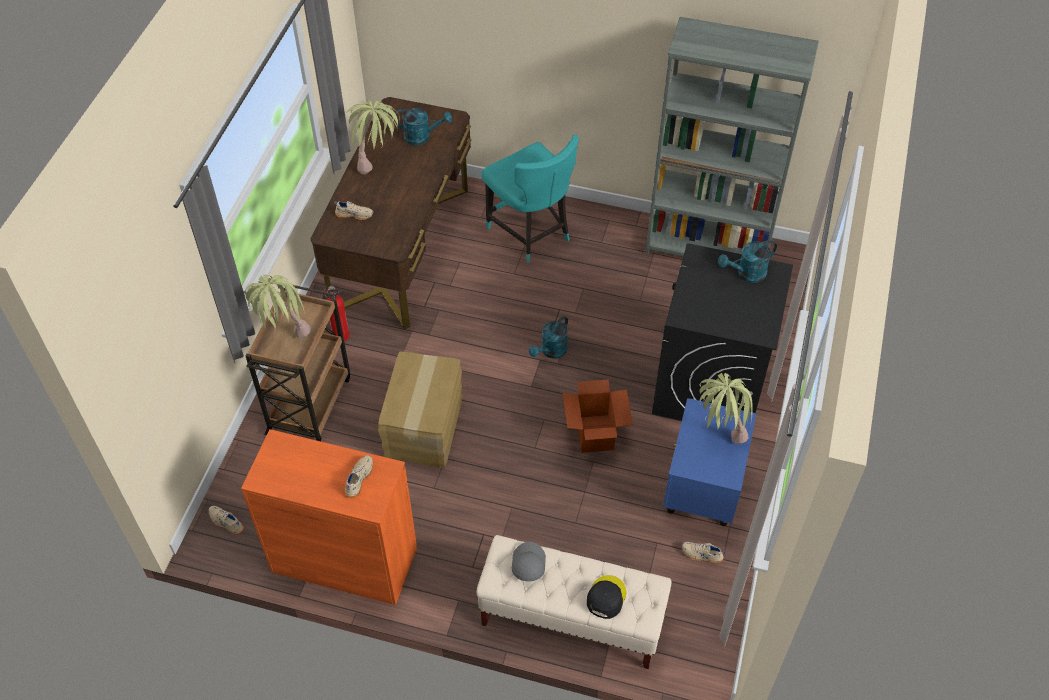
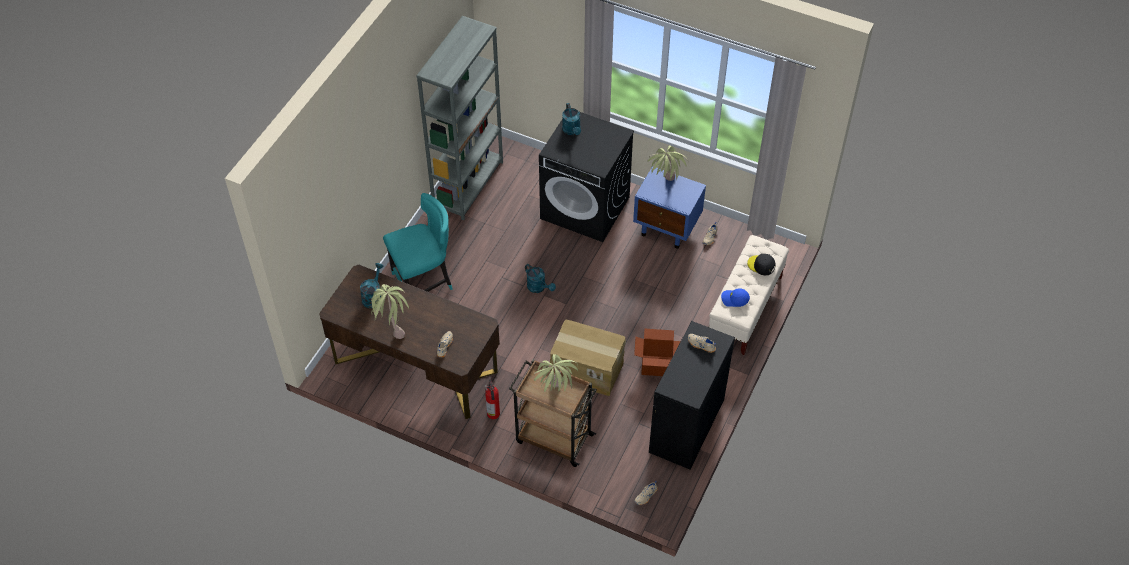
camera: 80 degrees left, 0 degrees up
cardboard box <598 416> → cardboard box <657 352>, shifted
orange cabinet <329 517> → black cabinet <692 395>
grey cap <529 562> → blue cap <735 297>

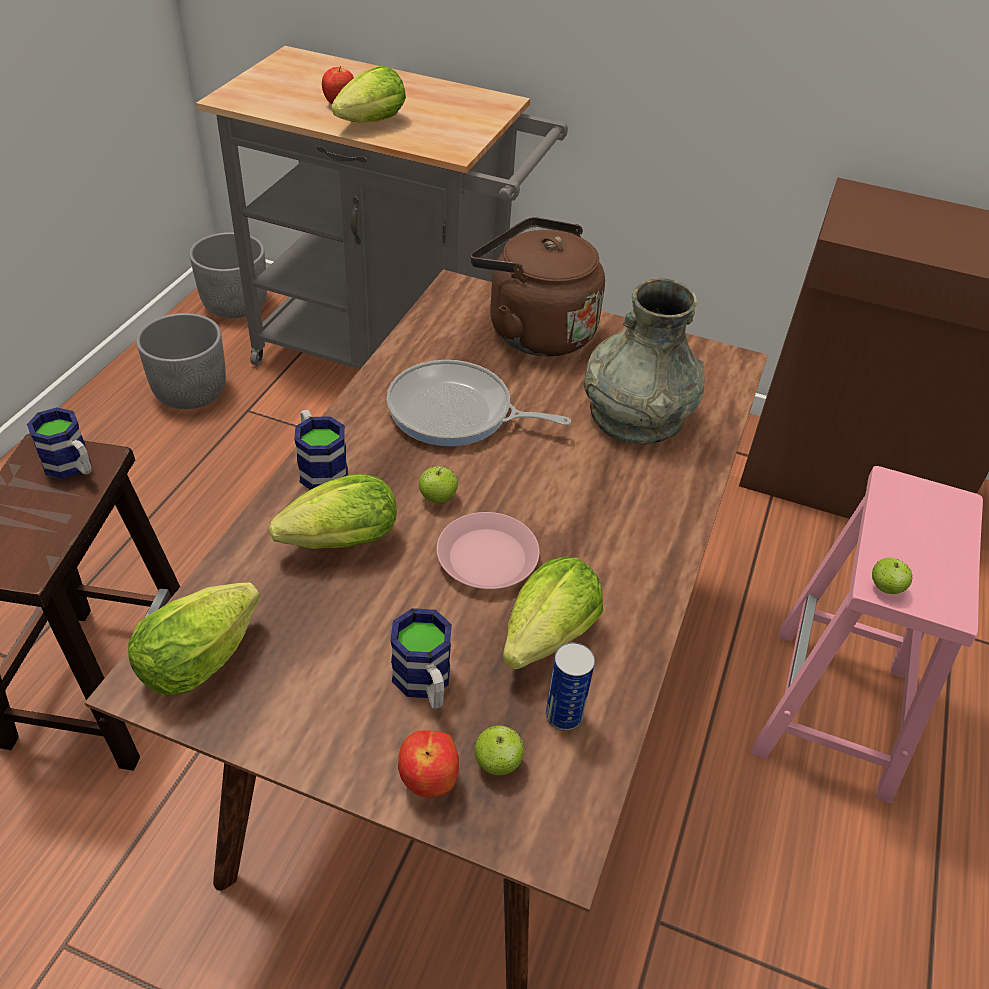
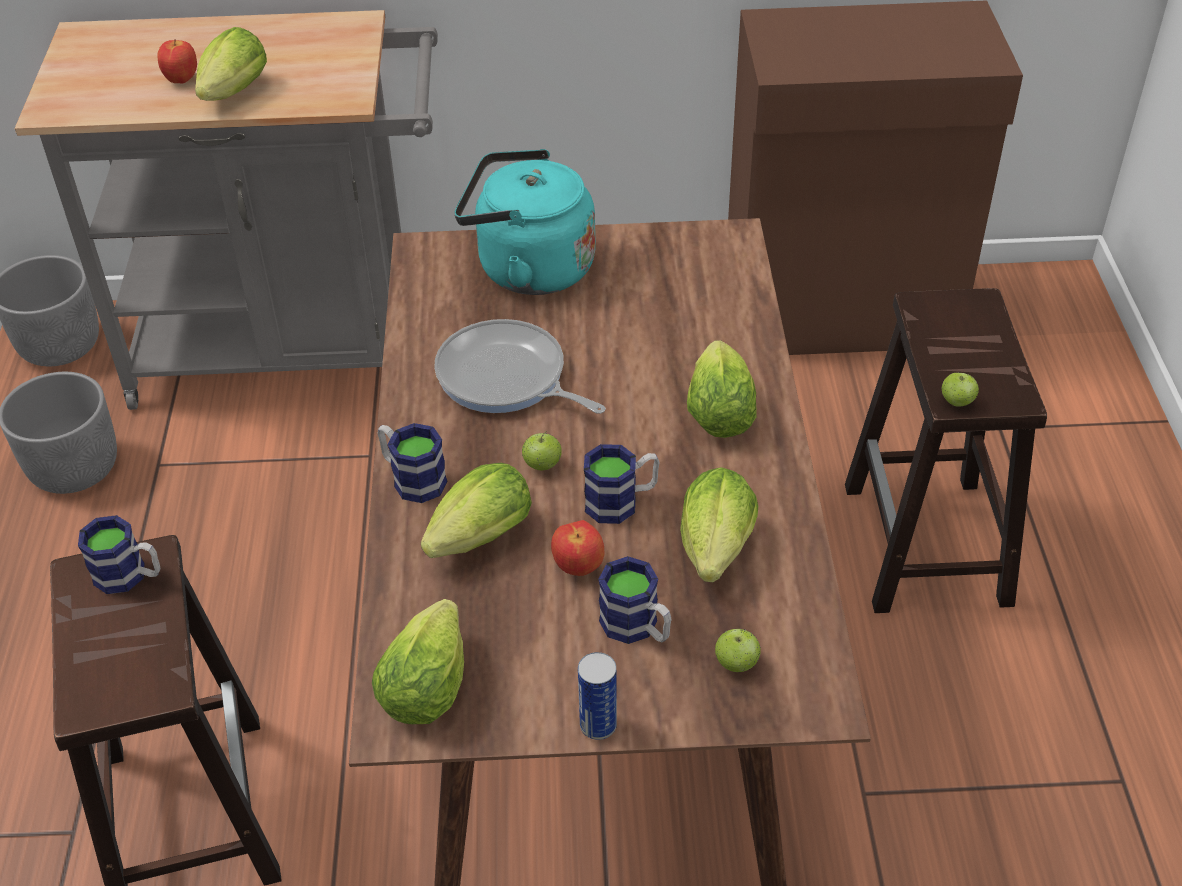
camera: 20 degrees left, 0 degrees up
frying pan <479 403> → frying pan <520 366>, 45 degrees clockwise
brown kettle <538 286> → turquoise kettle <525 222>
apple <428 764> → apple <578 548>, shifted
can <570 687> → can <597 696>, shifted
pink plate <488 550> → mug <621 484>
- → lettuce <721 389>
pink stool <867 634> → brown stool <946 450>
grey vase <644 361> → -

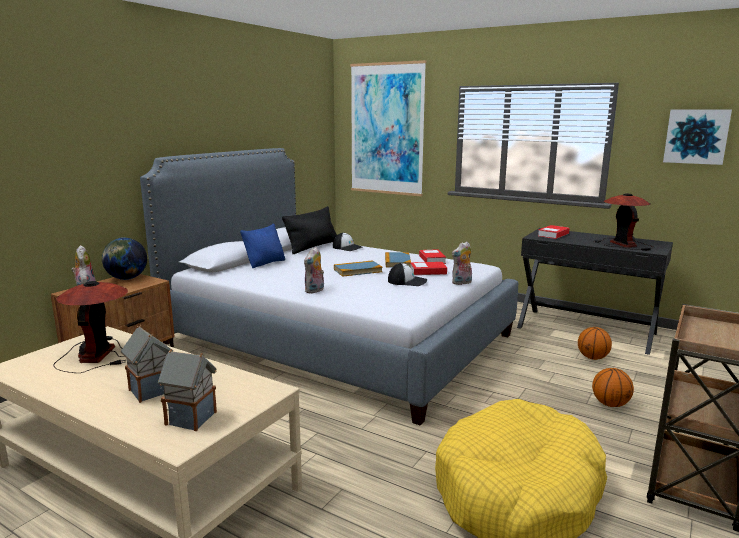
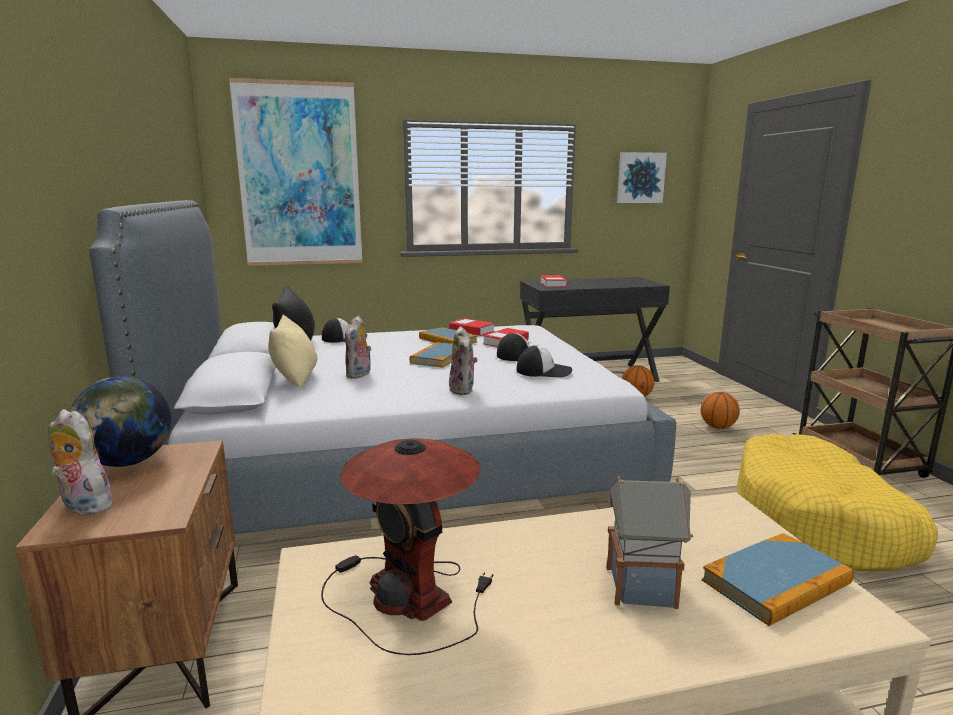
camera: 45 degrees left, 0 degrees up
blue pillow <262 245> → beige pillow <293 351>
plush toy <462 263> → plush toy <358 347>, shifted
- → cap <544 361>
toy house <187 390> → book <778 579>
table lamp <624 222> → -

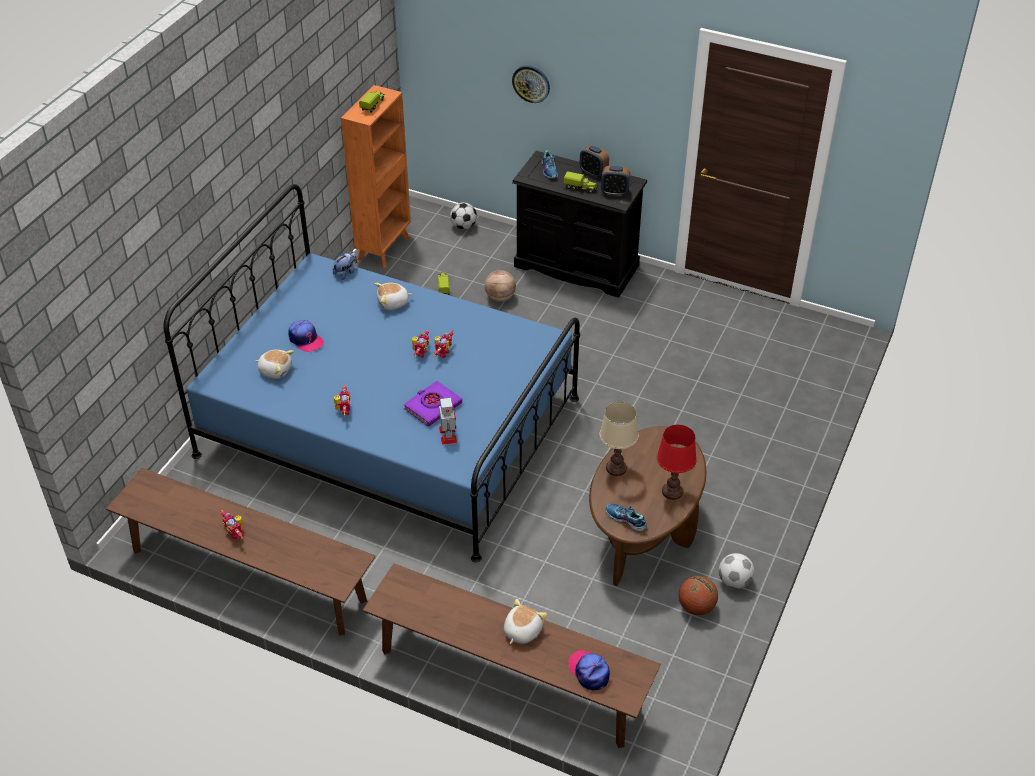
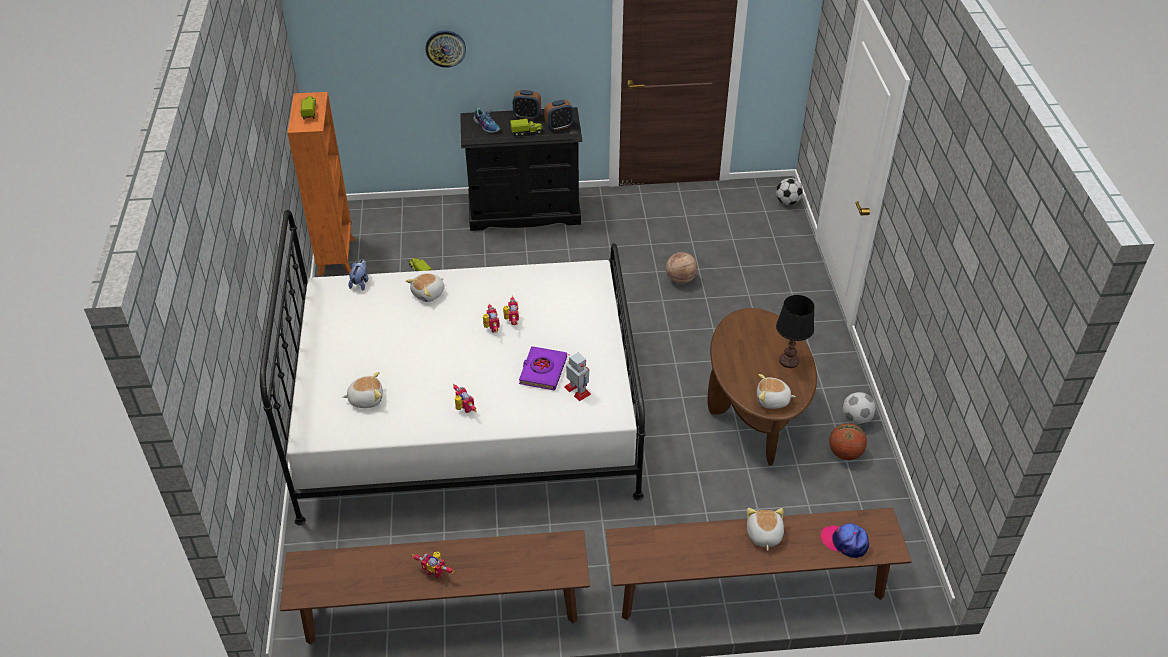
camera: 30 degrees left, 0 degrees up
blue bed <372 373> → white bed <453 367>
basketball <500 286> → basketball <682 268>, shifted
shoe <626 518> → plush toy <776 391>
football <463 215> → football <789 191>, shifted
red table lamp <677 462> → black table lamp <795 331>
cap <306 336> → -
beige table lamp <619 439> → -

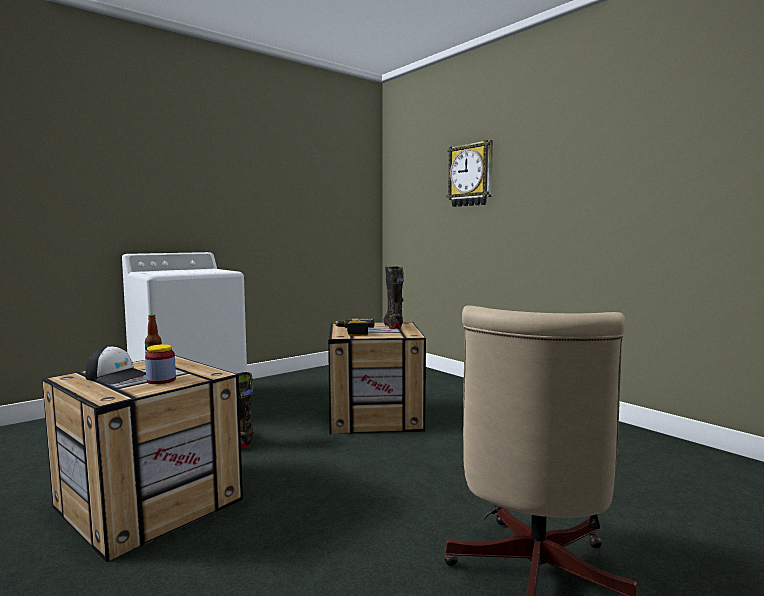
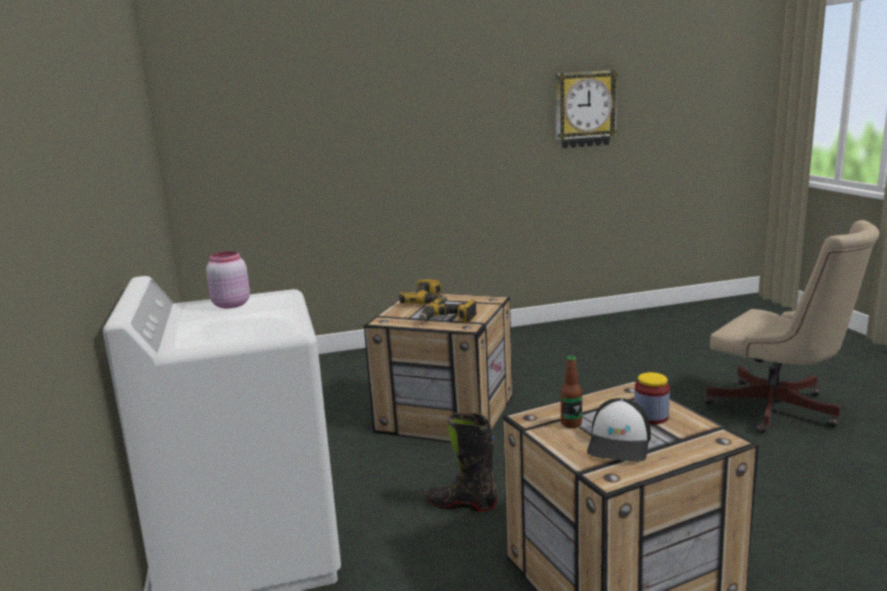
camera: 65 degrees left, 10 degrees up
- → pink jar <228 279>
black boot <393 297> → power drill <423 291>
wall clock <470 173> → wall clock <587 109>, shifted
cap <115 365> → cap <619 430>, 150 degrees clockwise

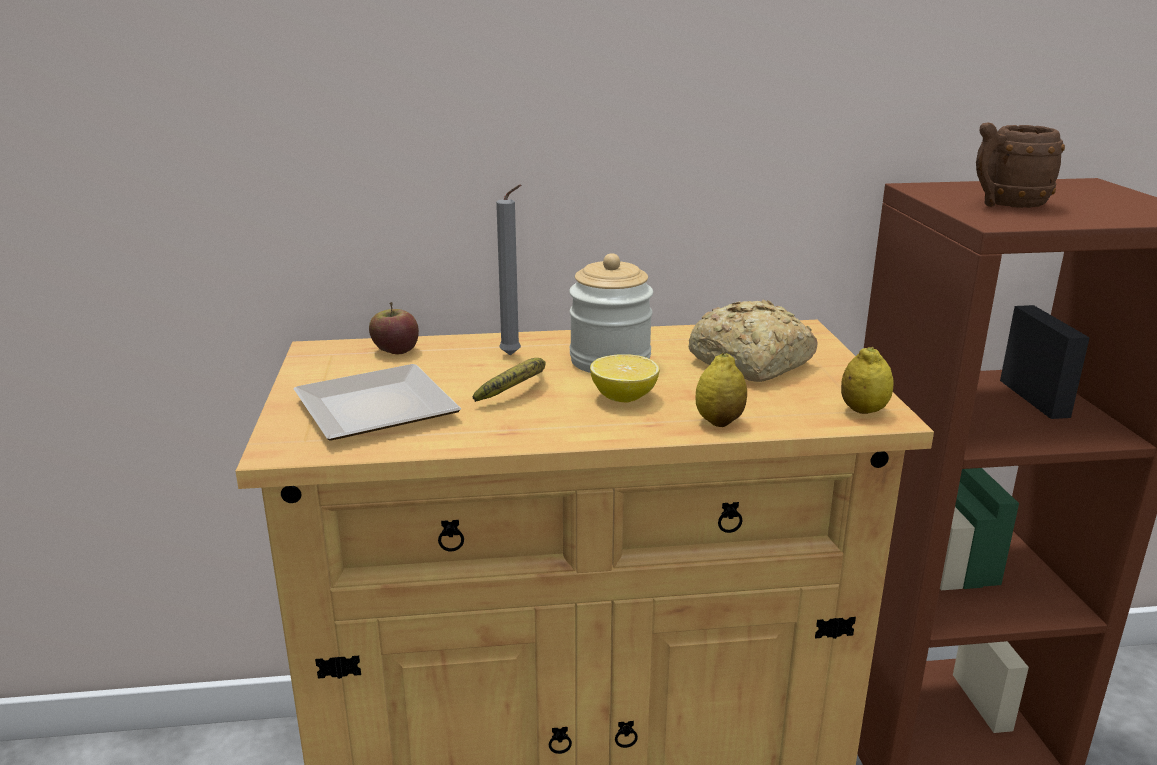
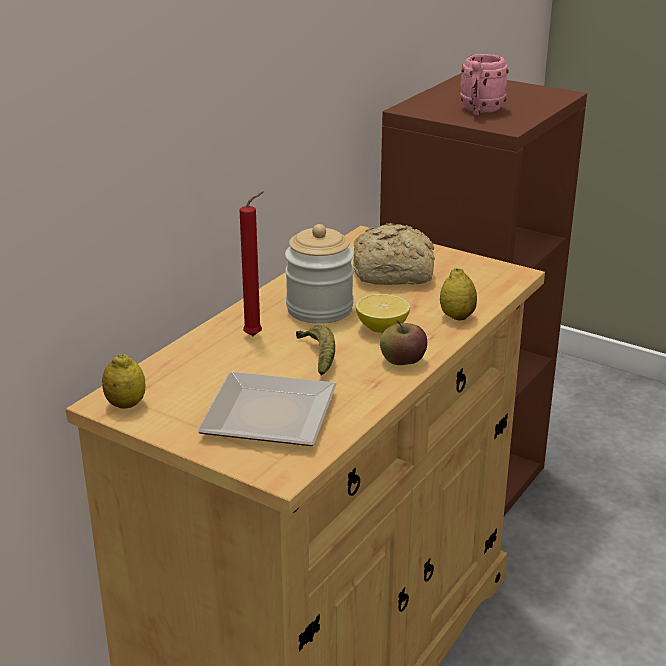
camera: 50 degrees left, 5 degrees up
lemon <867 380> → lemon <123 381>, shifted
grey candle <508 270> → red candle <252 264>
apple <394 328> → apple <403 342>, shifted
brown mug <1020 165> → pink mug <484 84>

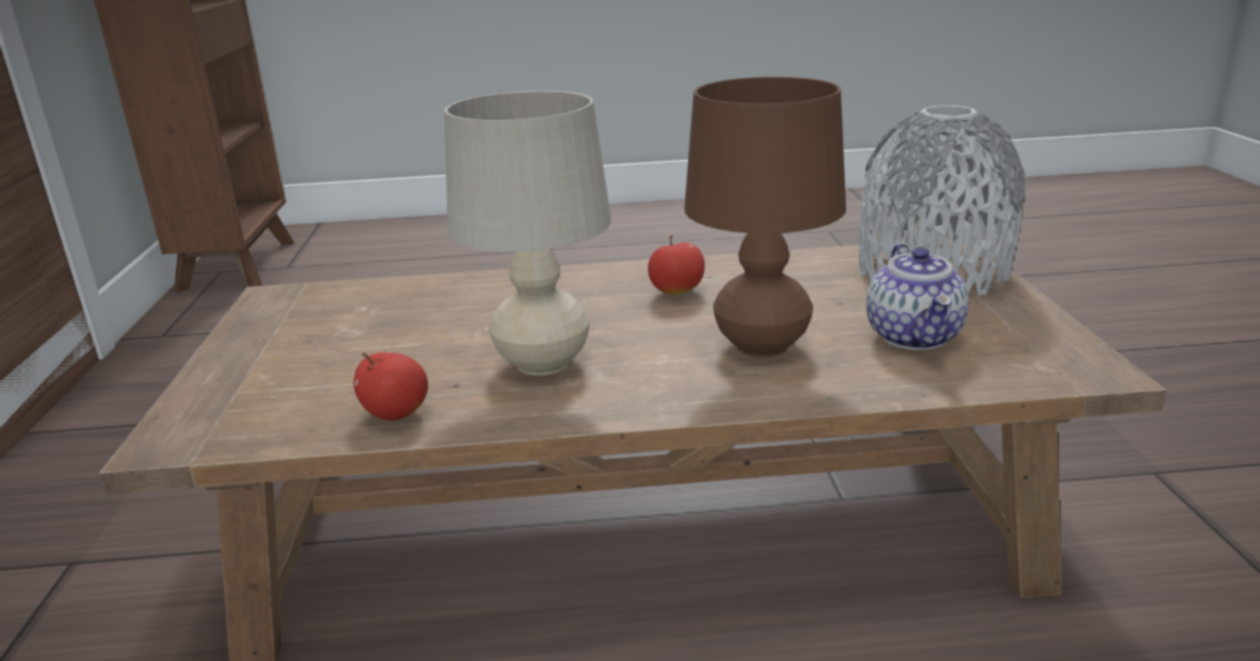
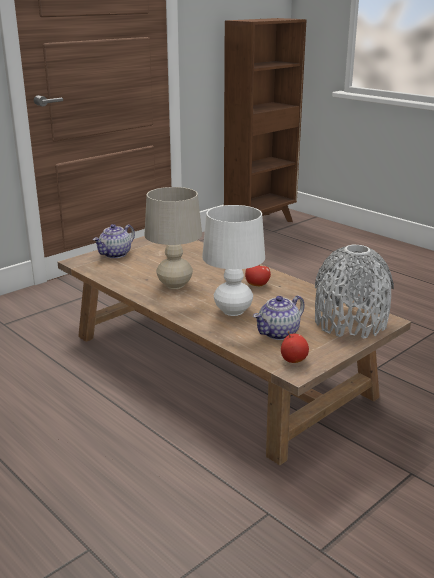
camera: 50 degrees right, 0 degrees up
- → teapot <114 241>
brown table lamp <765 217> → white table lamp <233 260>
apple <390 386> → apple <295 347>, shifted

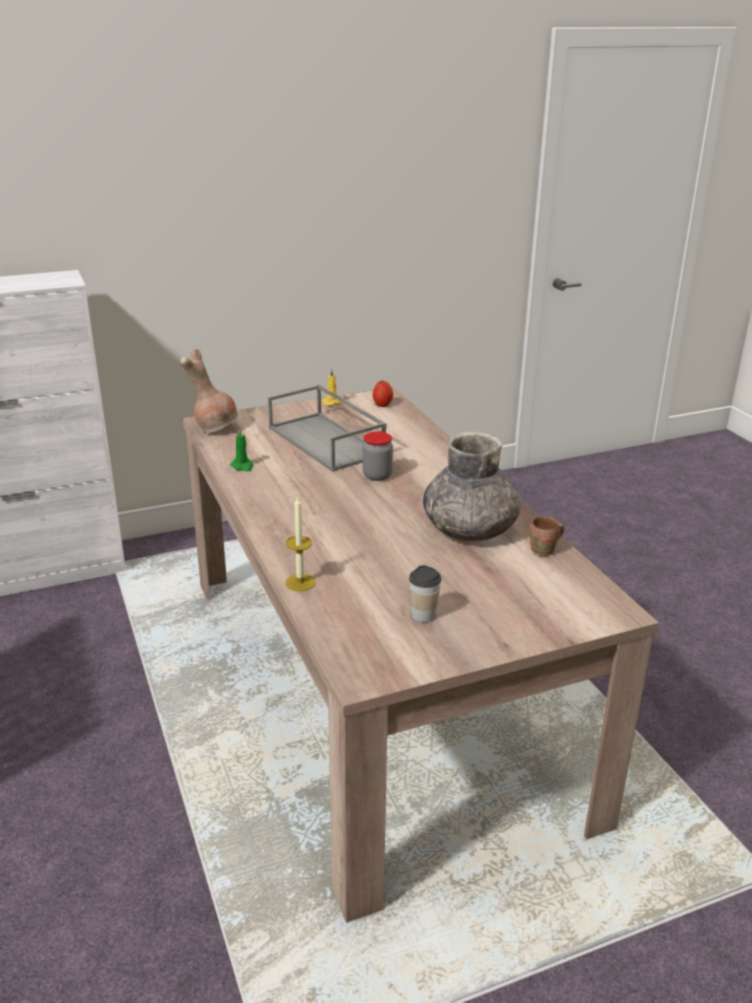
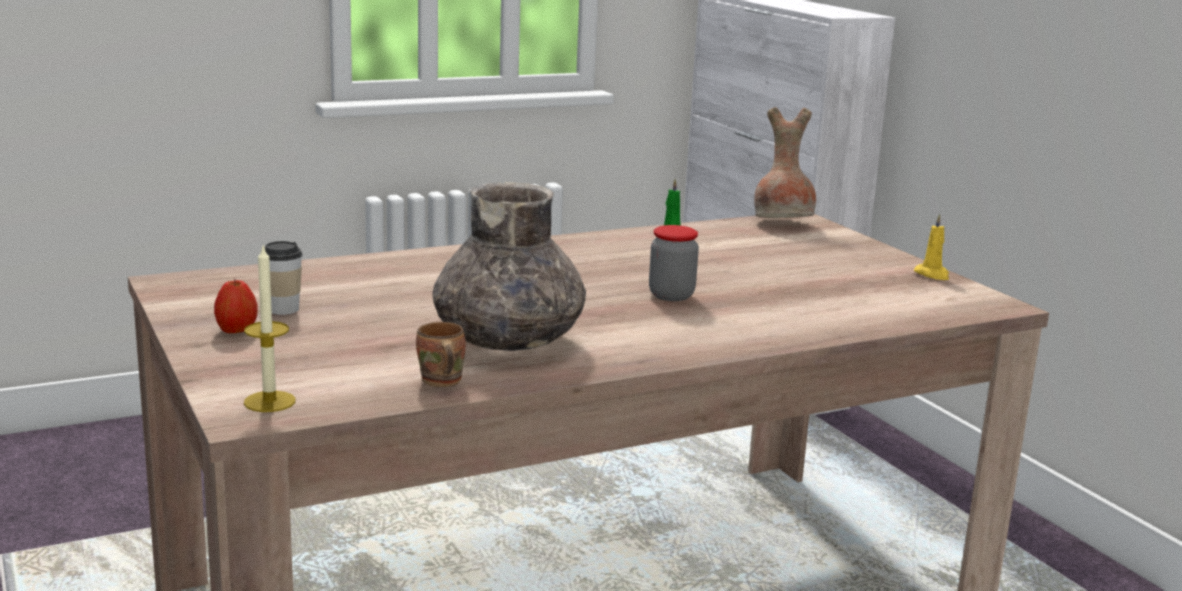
camera: 85 degrees right, 10 degrees down
apple <383 394> → apple <236 306>, shifted
candle <300 543> → candle <270 328>, shifted
grey tray <327 428> → -

